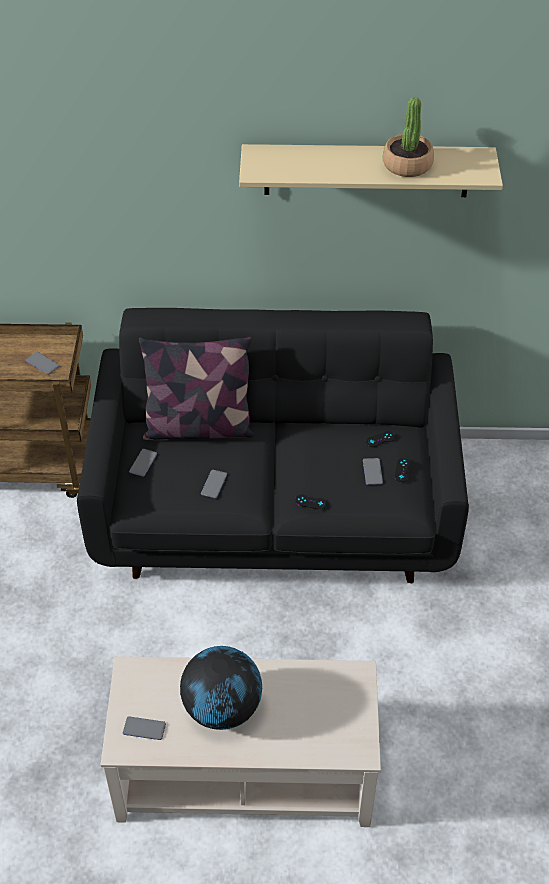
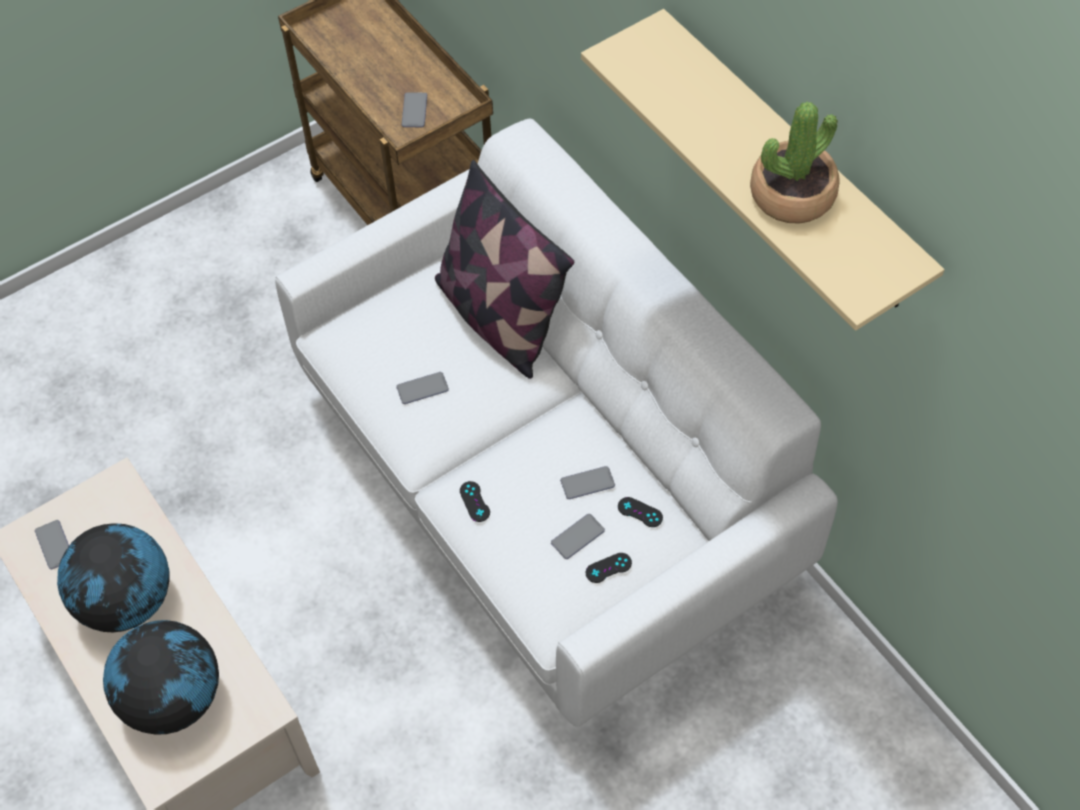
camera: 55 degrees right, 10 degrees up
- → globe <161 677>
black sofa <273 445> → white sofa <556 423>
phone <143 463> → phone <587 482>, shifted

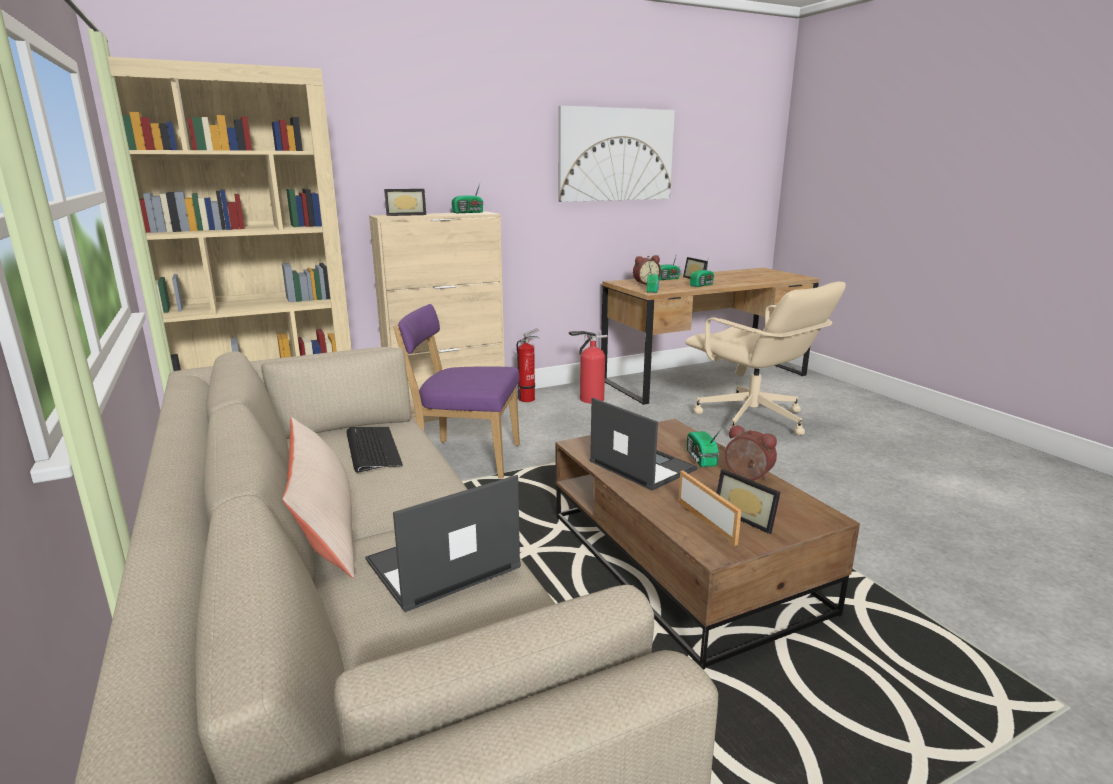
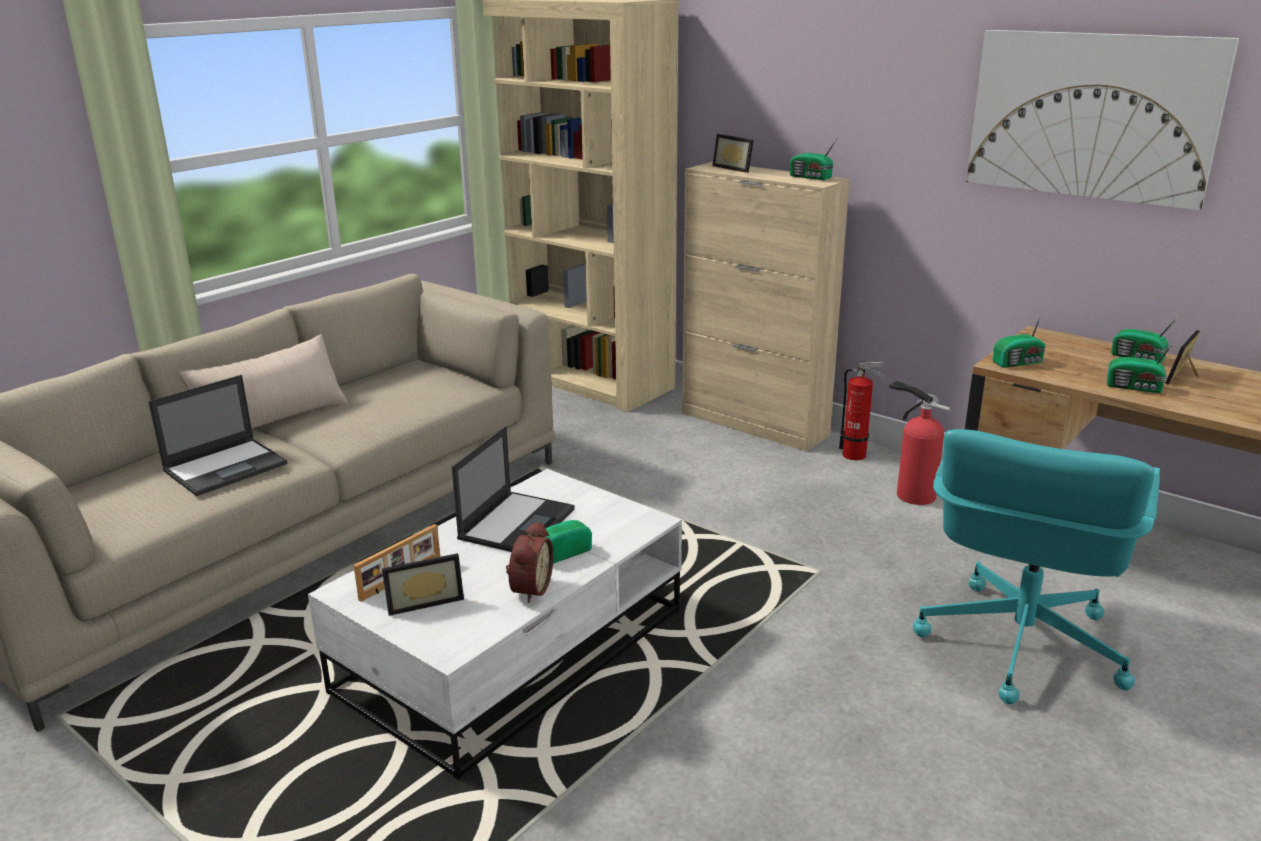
camera: 65 degrees right, 5 degrees up
laptop <443 543> → laptop <217 435>, 105 degrees clockwise
brown coffee table <707 544> → white coffee table <495 624>
picture frame <748 501> → picture frame <423 584>, 135 degrees counterclockwise
beige office chair <765 358> → turquoise office chair <1036 566>
keyboard <375 450> → -
purple chair <457 391> → -
alarm clock <647 270> → -

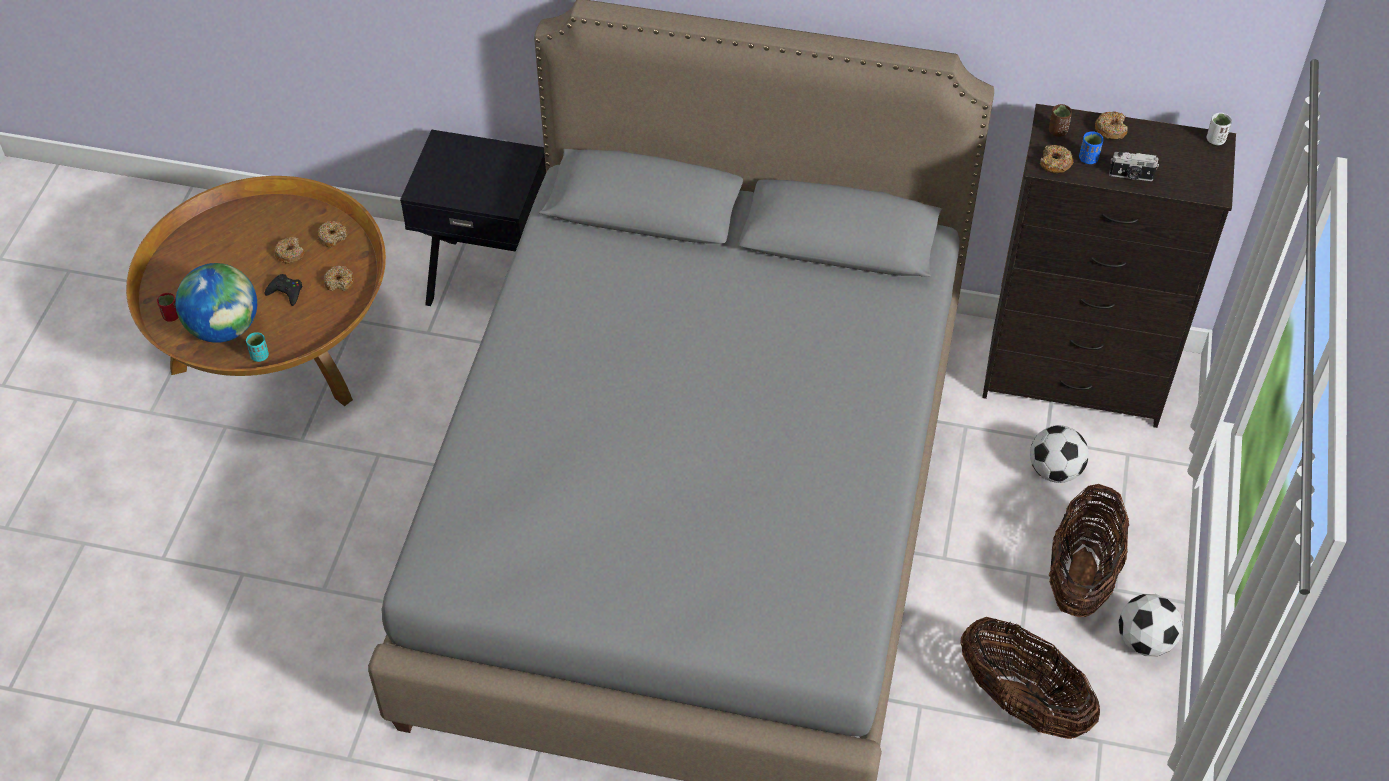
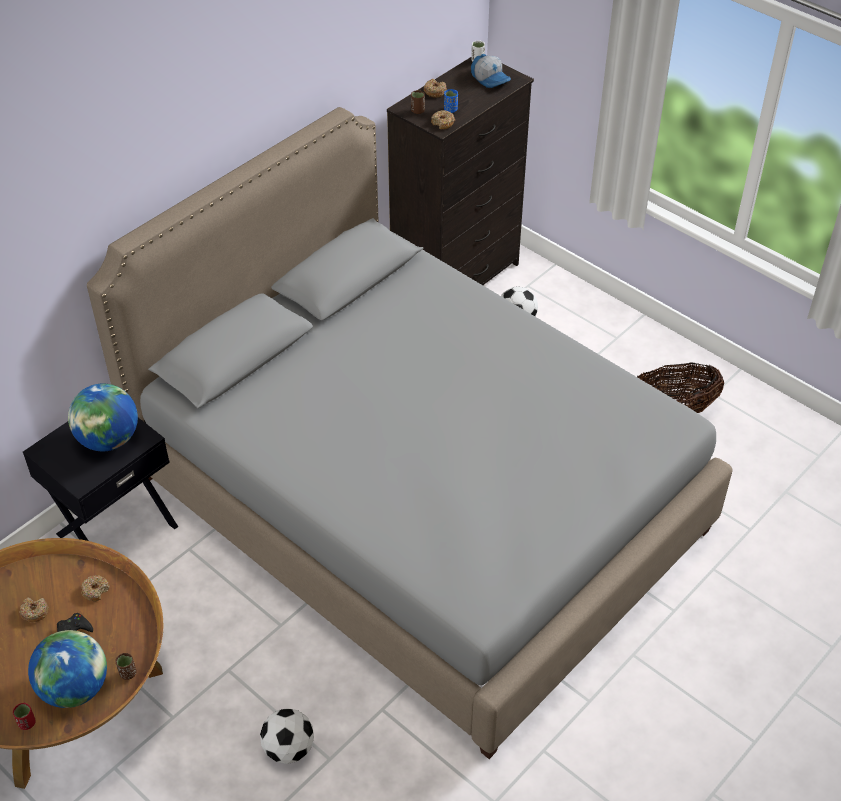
camera: 60 degrees left, 5 degrees down
- → globe <103 417>
turquoise cup <257 347> → brown cup <125 666>
football <1150 625> → football <287 736>, shifted
- → cap <491 71>
donut <332 234> → -
basket <1089 550> → -
photo camera <1134 166> → -

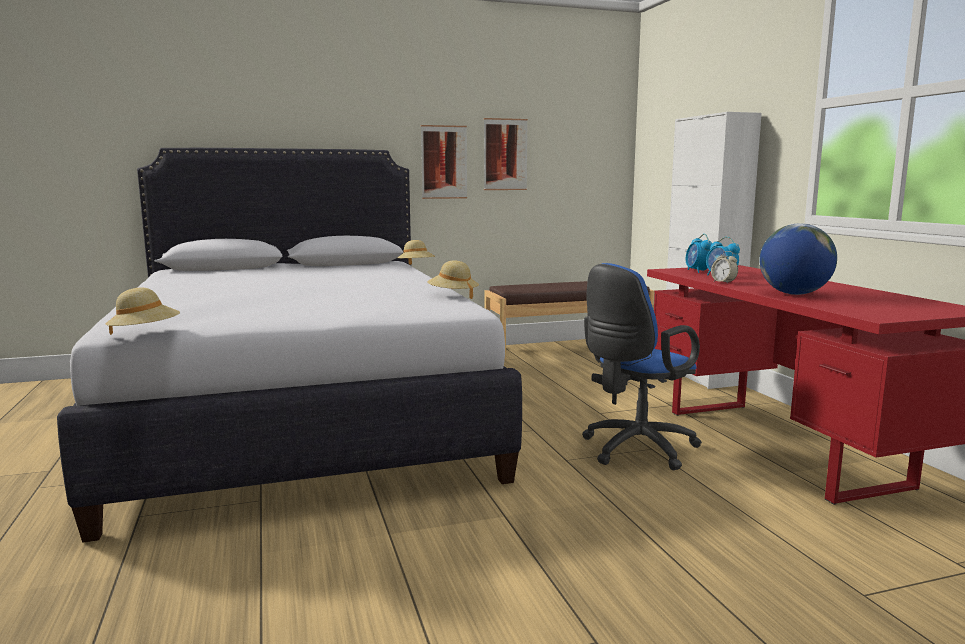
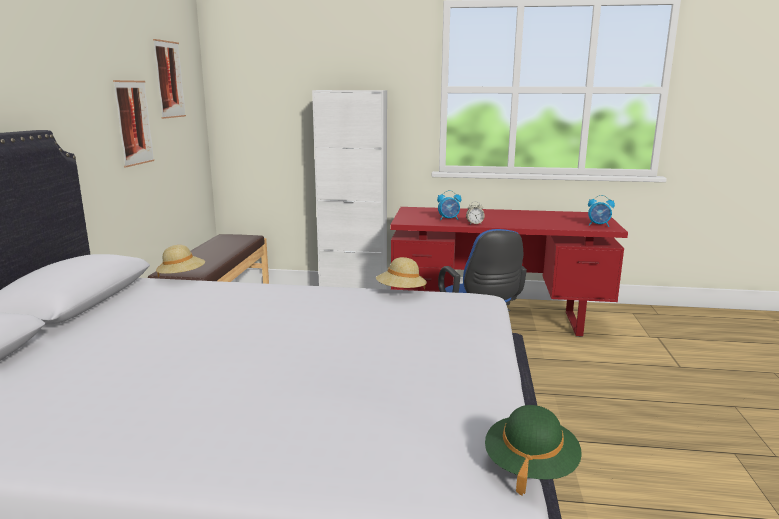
camera: 65 degrees left, 5 degrees up
picture <444 162> → picture <169 79>, shifted
beige hat <143 311> → green hat <533 450>
alarm clock <699 253> → alarm clock <601 211>, shifted
globe <798 259> → -

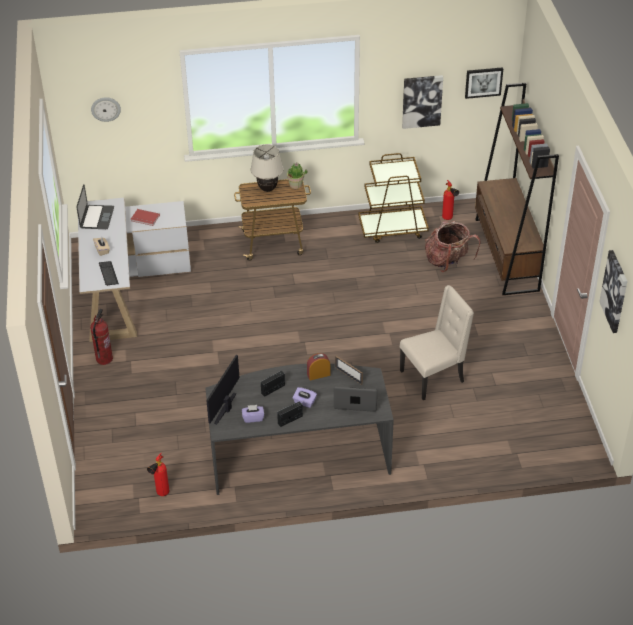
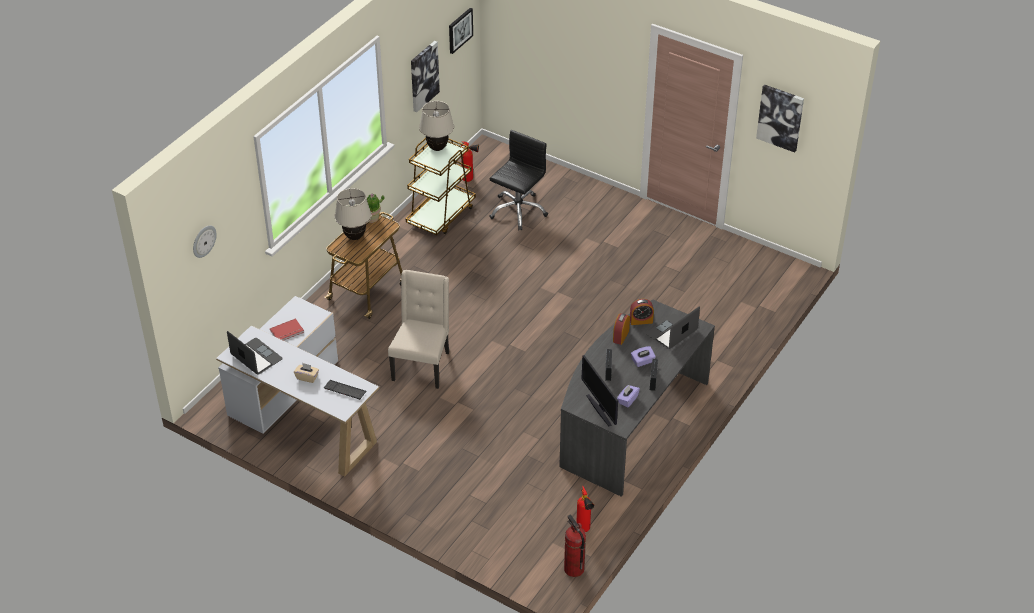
camera: 50 degrees left, 0 degrees up
beige chair <437 342> → beige chair <418 329>, shifted
- → beige table lamp <436 126>
backpack <452 246> → black office chair <519 180>
fire extinguisher <101 337> → fire extinguisher <575 546>, shifted
picture frame <349 370> → alarm clock <642 312>
brown bookcase <517 189> → -

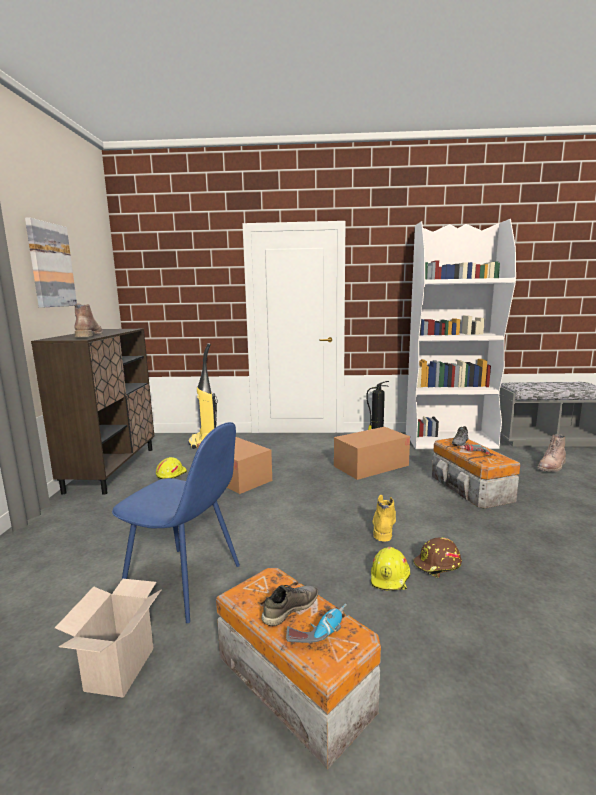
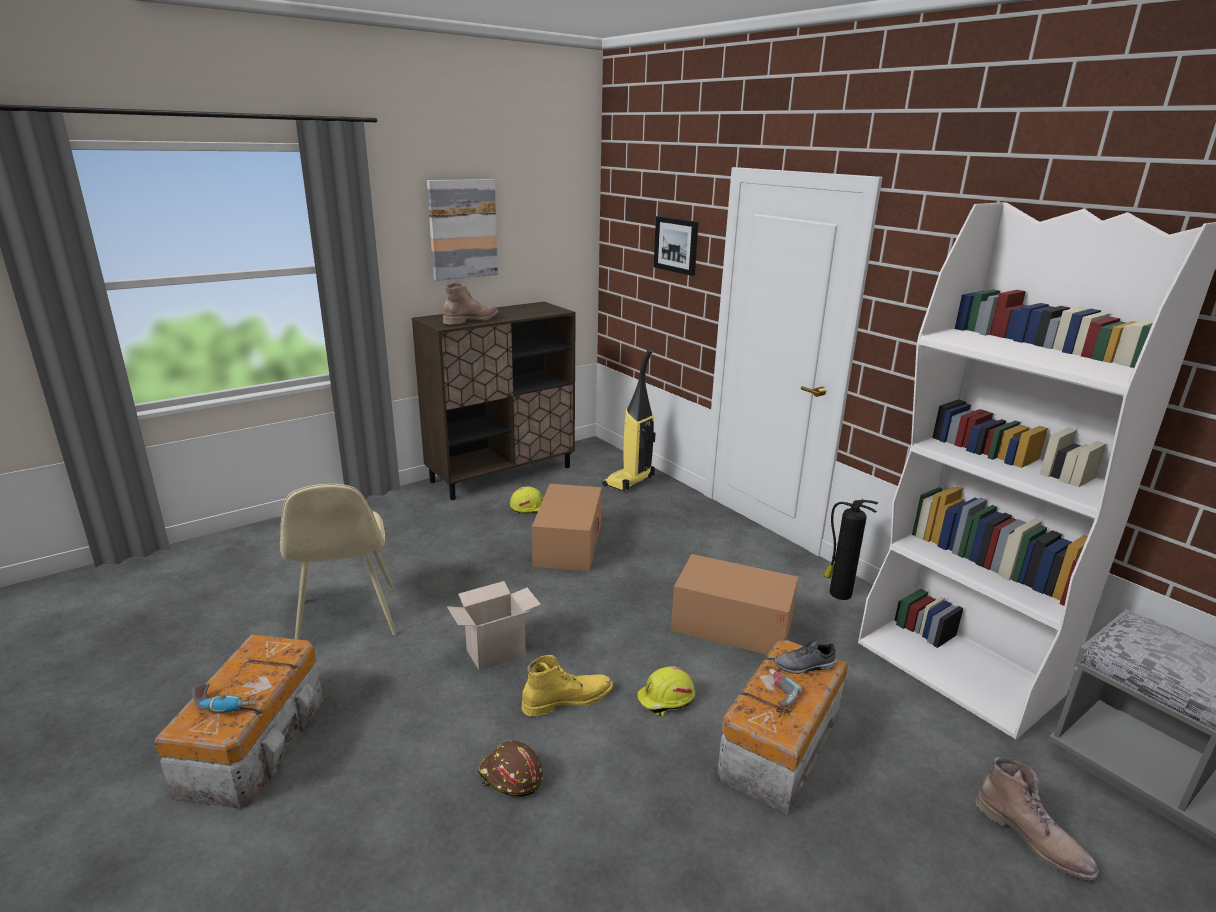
camera: 50 degrees right, 10 degrees up
blue chair <176 522> → beige chair <338 561>
cardboard box <108 638> → cardboard box <494 626>, shifted
yellow hard hat <390 569> → yellow hard hat <666 691>, shifted
- → picture <676 246>
brown boot <551 453> → brown boot <1037 819>, 135 degrees counterclockwise
grey shoe <289 605> → -

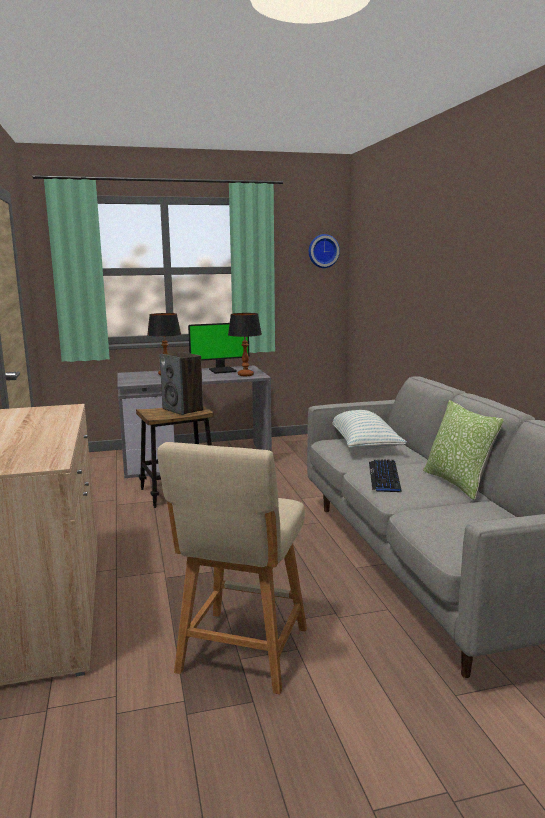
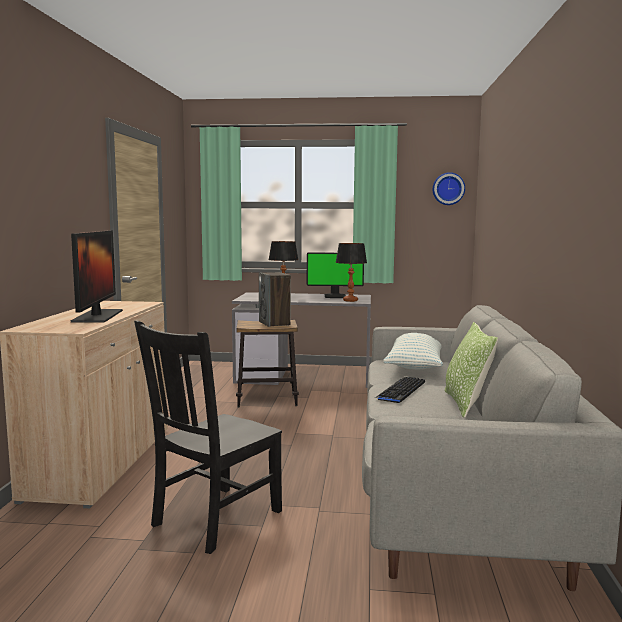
camera: 20 degrees right, 5 degrees down
- → monitor <97 276>
beige stool <232 568> → black chair <208 437>

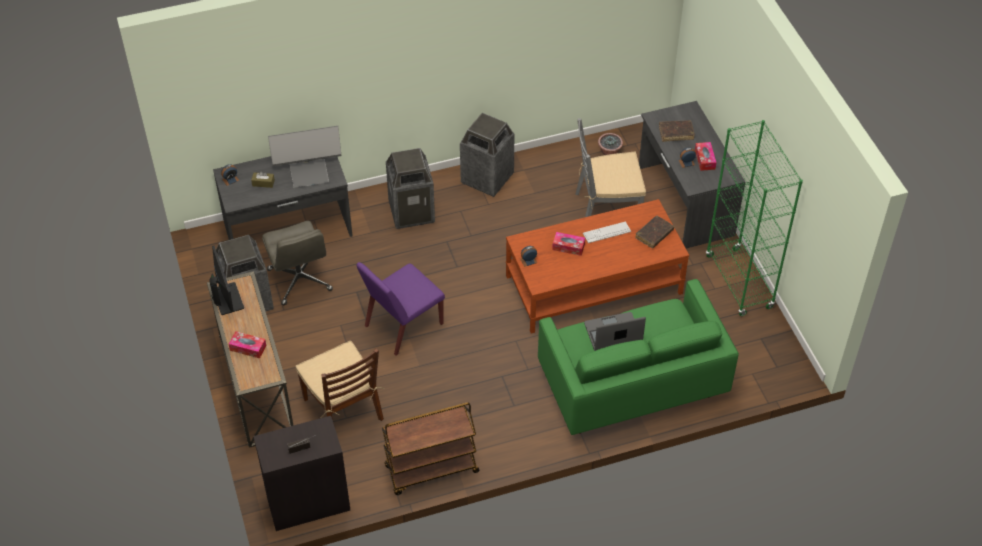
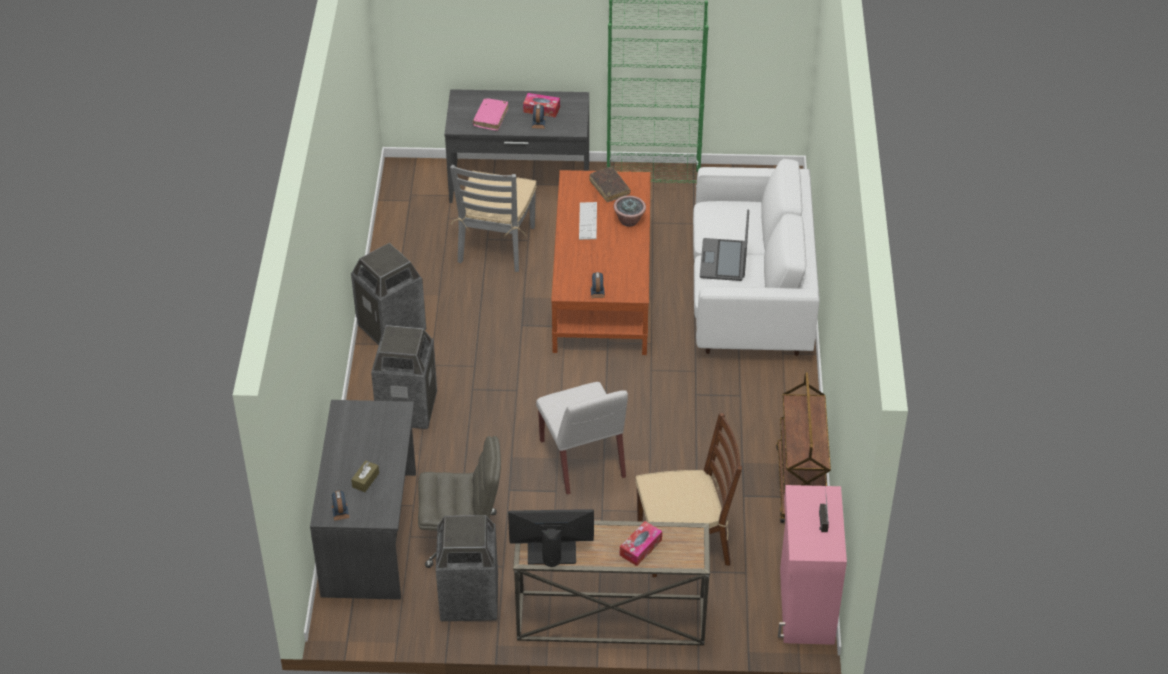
camera: 70 degrees left, 5 degrees down
brown book <677 131> → pink book <490 115>
purple chair <400 309> → white chair <582 438>
potted plant <610 144> → potted plant <630 211>, shifted
green sofa <638 357> → white sofa <756 257>
black cabinet <301 473> → pink cabinet <812 565>
monitor <304 157> → -
tissue box <568 244> → -

